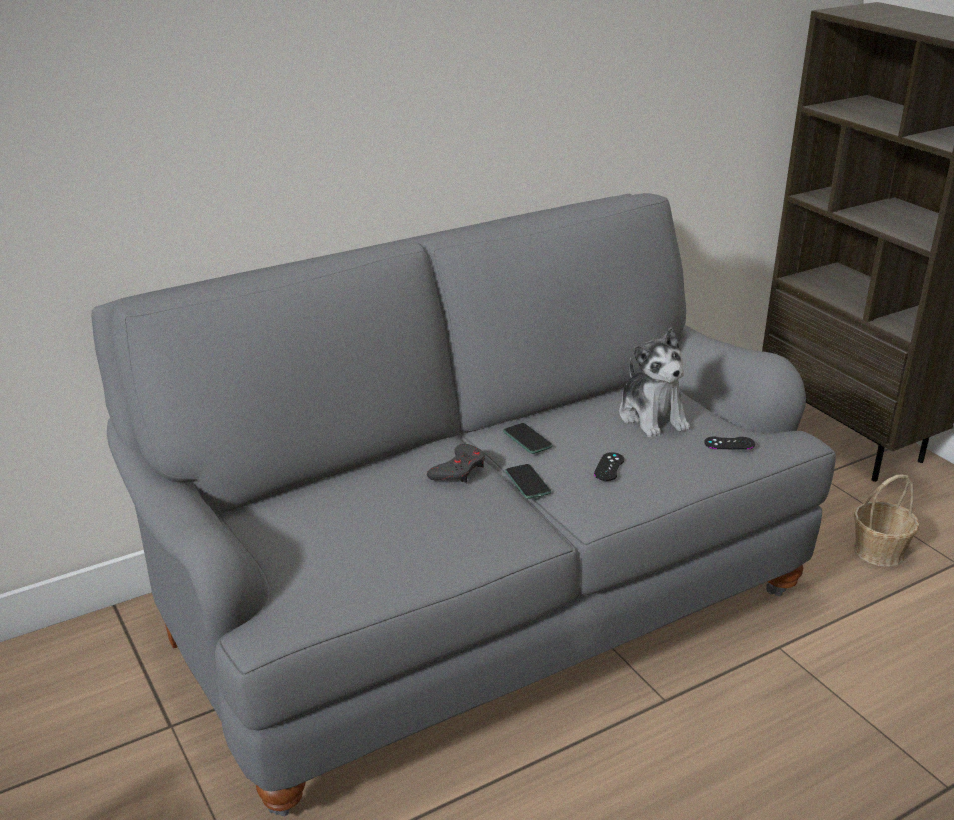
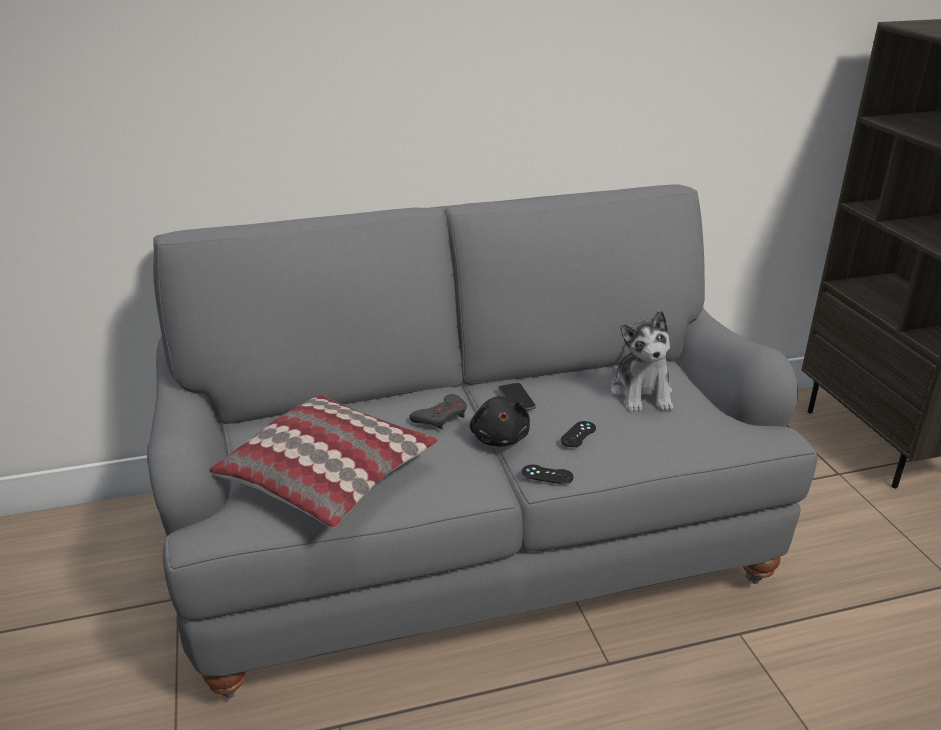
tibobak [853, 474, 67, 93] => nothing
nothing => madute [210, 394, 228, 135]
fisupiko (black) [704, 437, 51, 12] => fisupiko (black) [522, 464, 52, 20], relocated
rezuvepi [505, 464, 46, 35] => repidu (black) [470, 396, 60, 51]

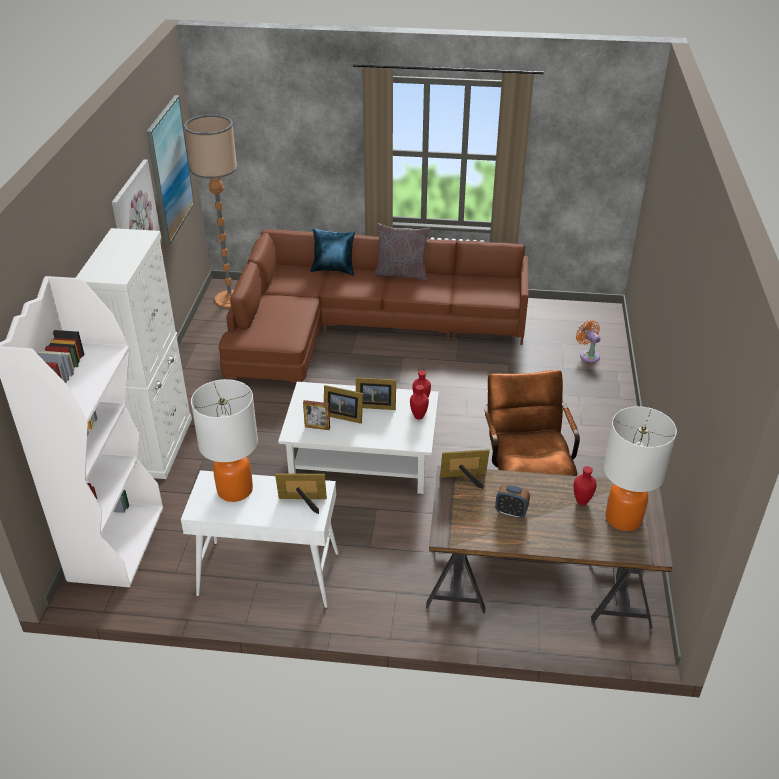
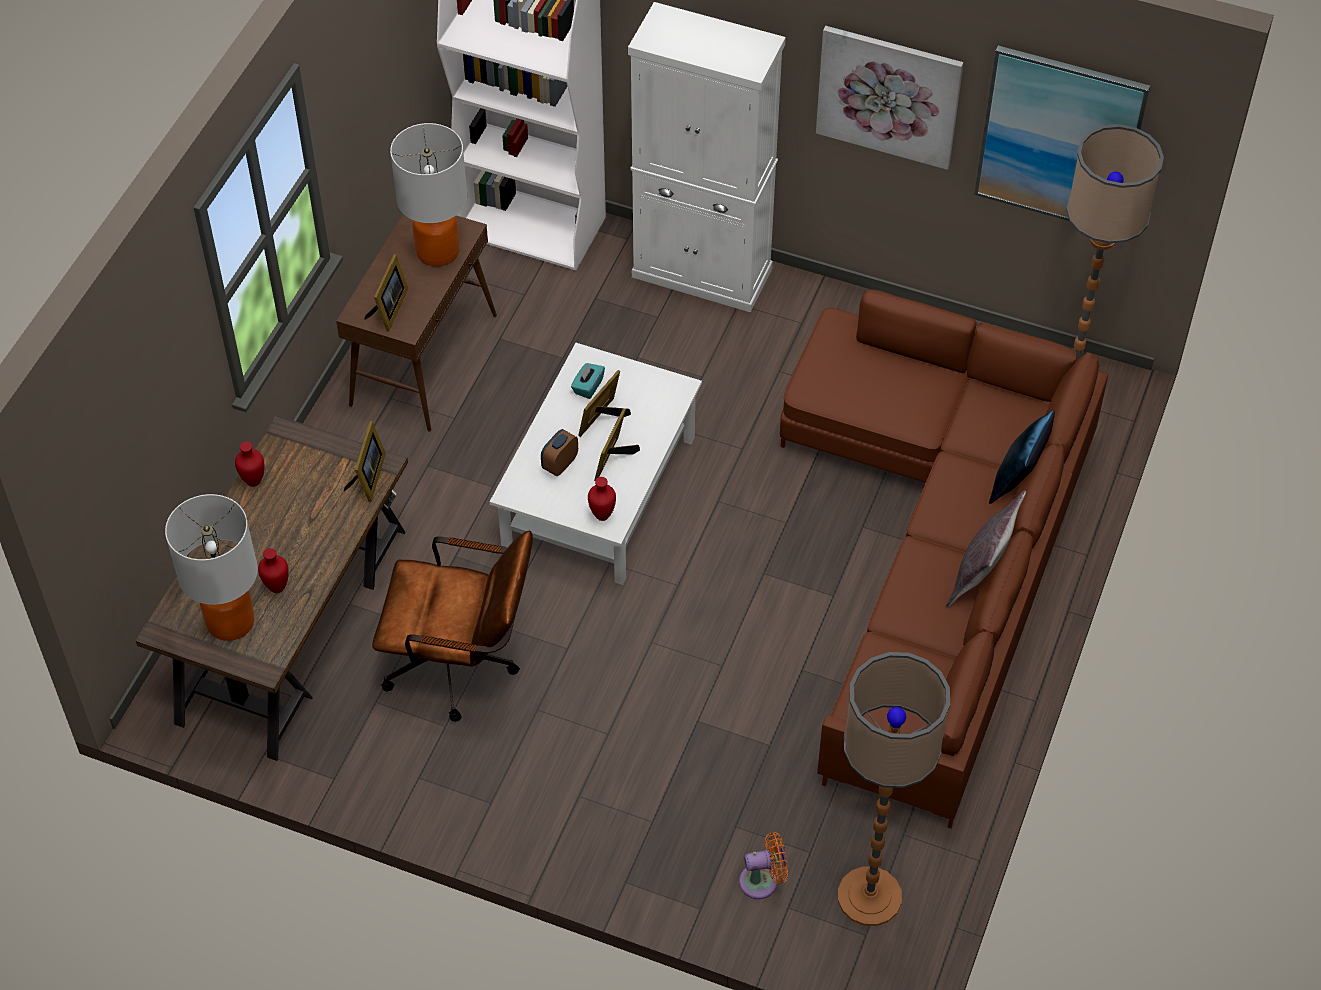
nothing => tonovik [838, 652, 112, 274]
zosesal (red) [410, 385, 19, 34] => zosesal (red) [235, 442, 30, 45], relocated
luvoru [495, 484, 35, 35] => luvoru [541, 429, 37, 47], relocated
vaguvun [303, 400, 27, 30] => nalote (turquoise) [571, 363, 34, 36]
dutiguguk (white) [181, 470, 158, 138] => dutiguguk (brown) [336, 214, 161, 217]

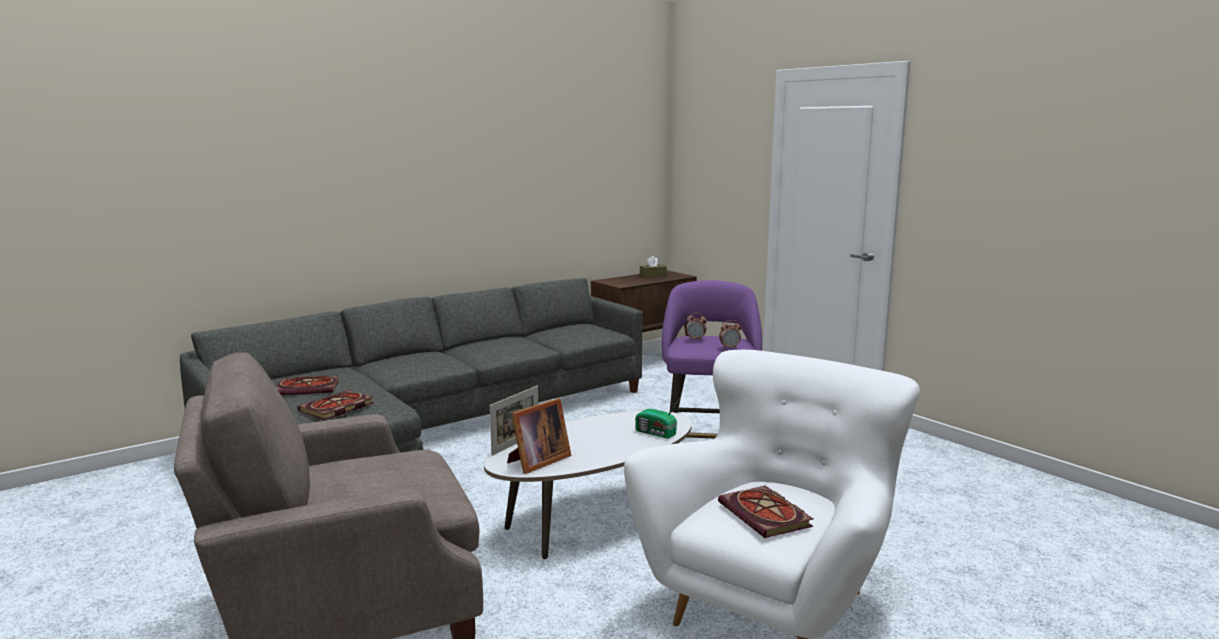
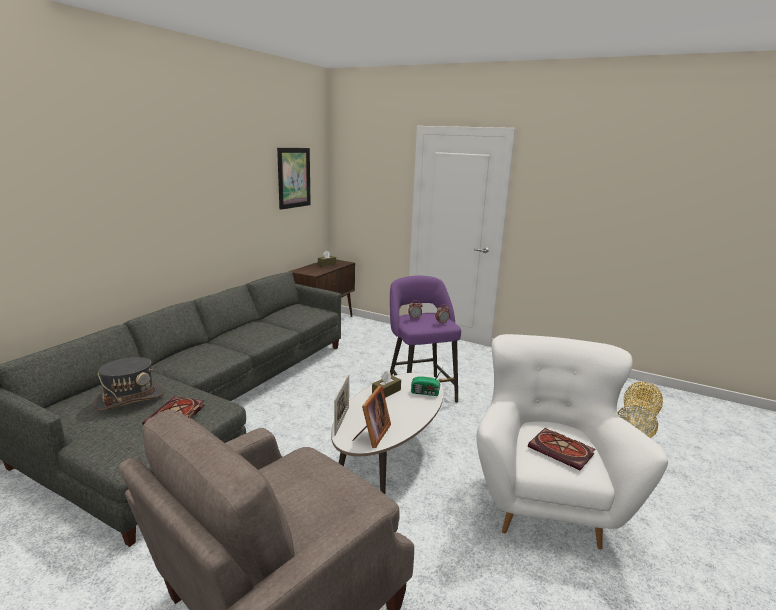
nothing => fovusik [277, 148, 34, 62]
nothing => nalote (brown) [372, 371, 29, 27]
nothing => tibobak [617, 382, 46, 56]
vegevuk [276, 376, 63, 19] => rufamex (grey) [94, 357, 71, 53]

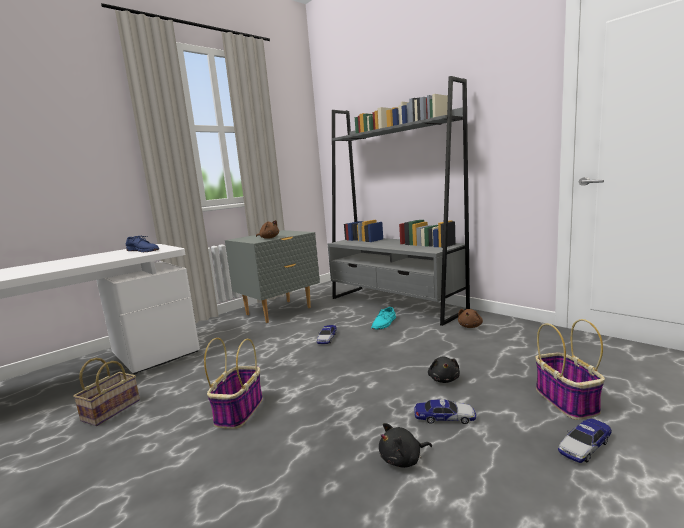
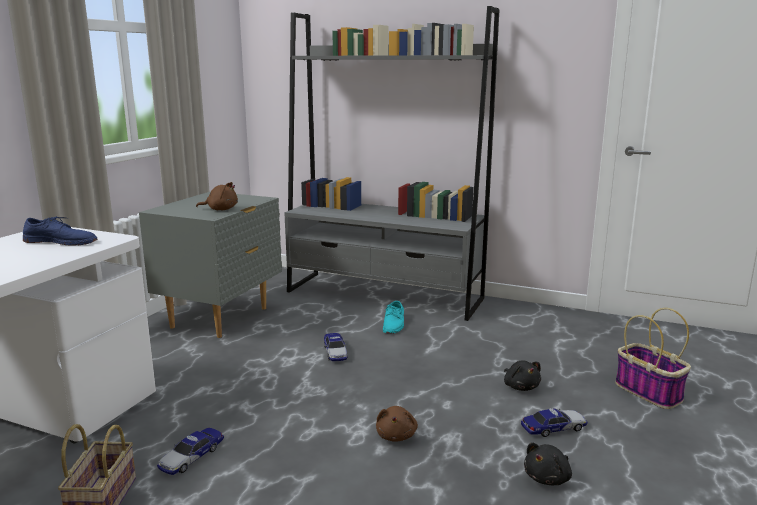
tibobak [204, 338, 59, 91] => nothing
repidu (brown) [458, 309, 25, 19] => repidu (brown) [376, 406, 42, 36], relocated
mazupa [558, 418, 54, 45] => mazupa [157, 428, 67, 47], relocated

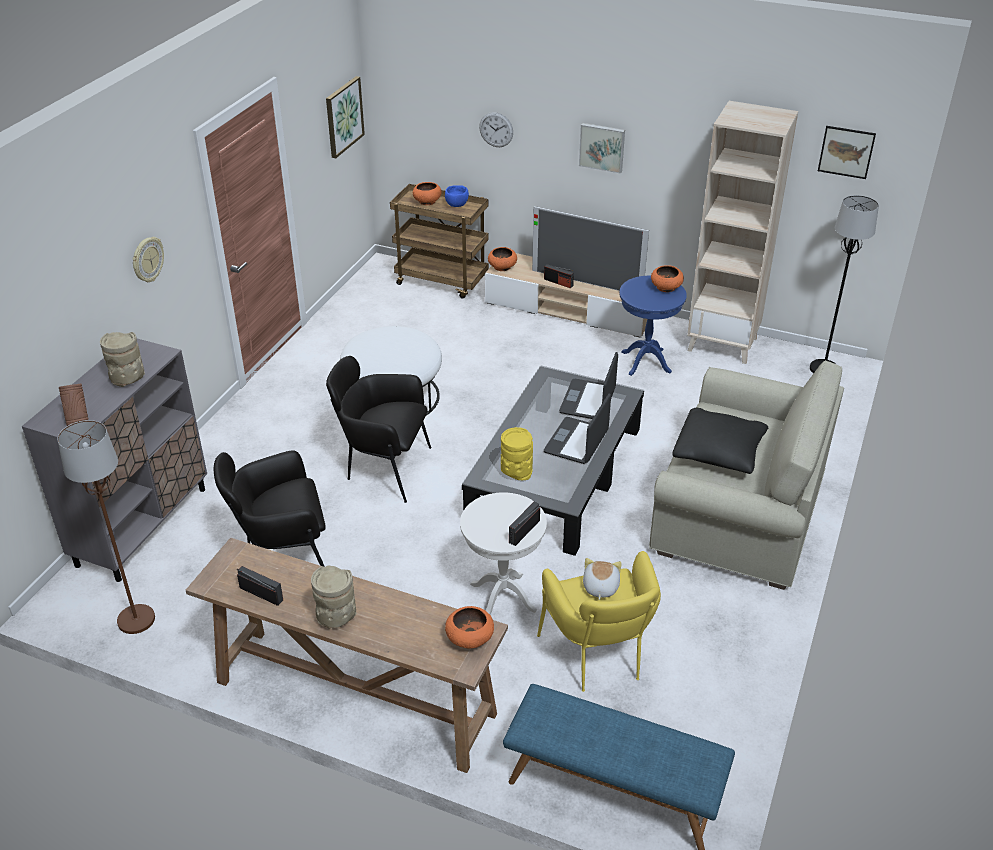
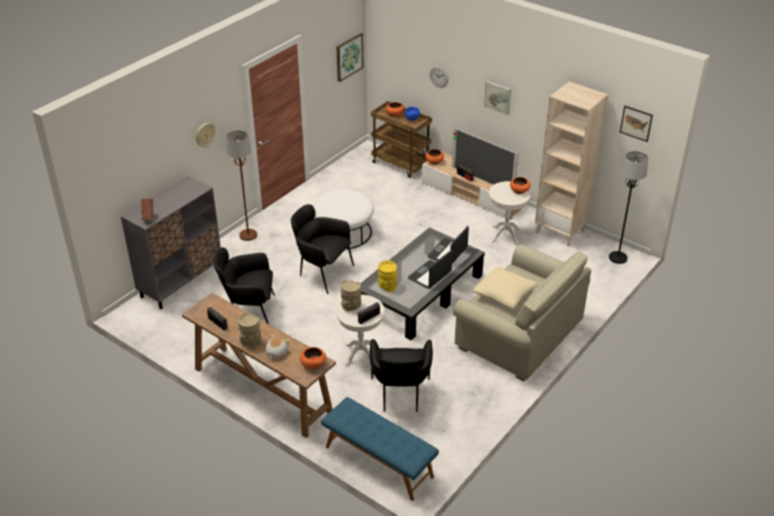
tonovik (brown) [58, 420, 97, 214] => tonovik (brown) [227, 130, 30, 111], relocated
zosesal (beige) [100, 332, 45, 55] => zosesal (beige) [341, 280, 20, 31], relocated
repidu [583, 558, 38, 42] => repidu [265, 334, 25, 24], relocated
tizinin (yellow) [537, 551, 124, 141] => tizinin (black) [370, 339, 63, 73]
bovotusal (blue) [619, 276, 68, 100] => bovotusal (white) [489, 181, 42, 64]
madute (black) [672, 408, 96, 66] => madute (beige) [473, 267, 64, 42]

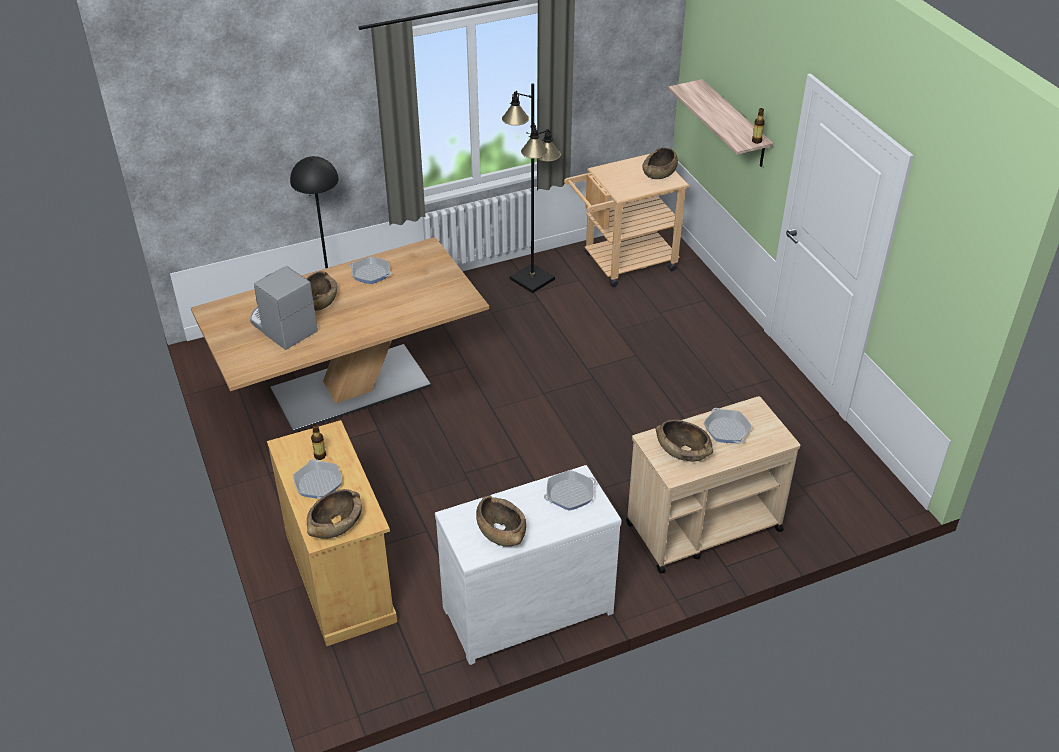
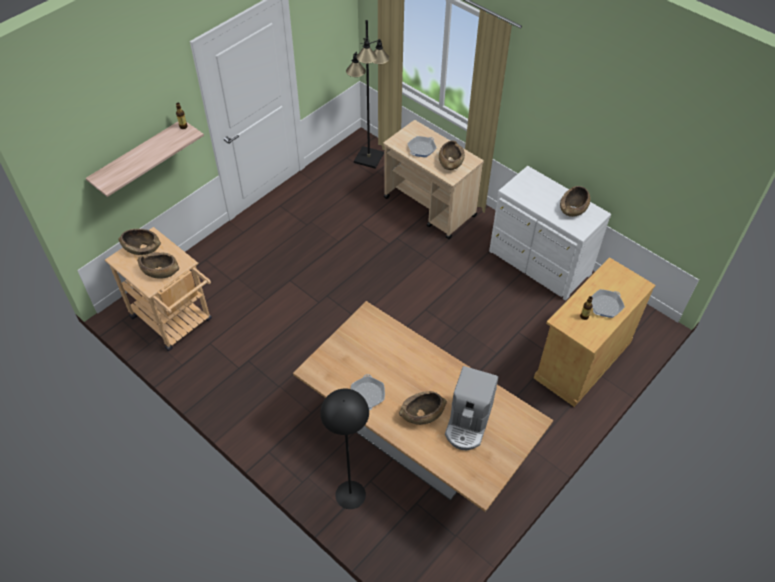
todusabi [544, 470, 52, 41] => nothing
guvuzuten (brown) [307, 489, 55, 50] => guvuzuten (brown) [137, 252, 42, 27], relocated
tonovik (black) [502, 83, 59, 210] => tonovik (black) [346, 20, 43, 149], relocated

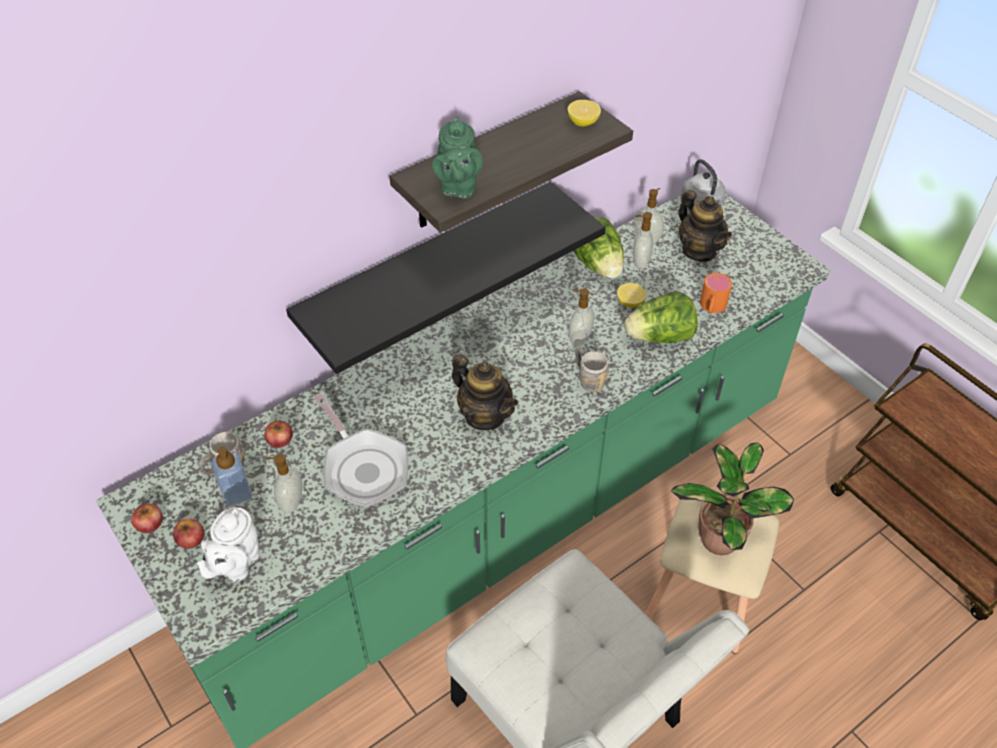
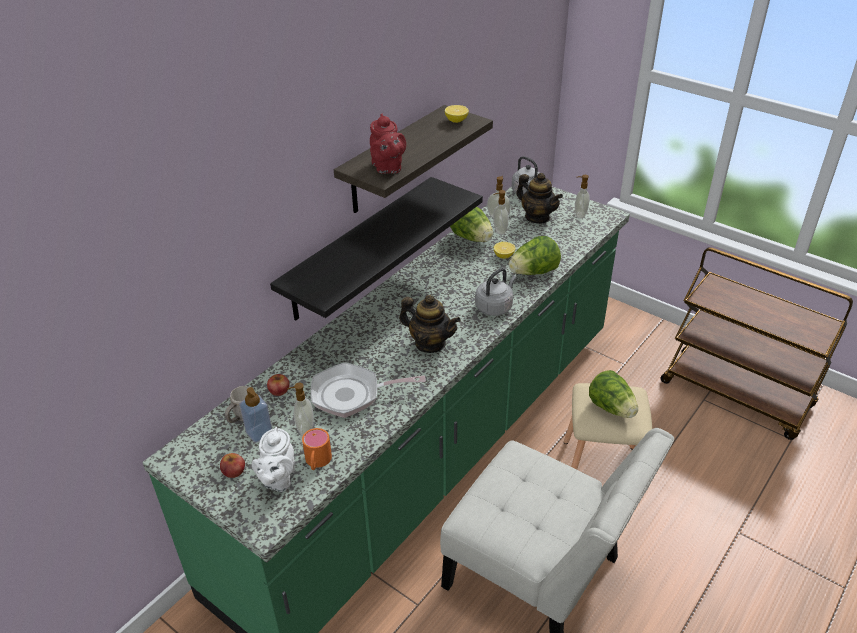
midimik [131, 504, 32, 29] => nothing
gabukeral [569, 288, 26, 58] => gabukeral [575, 175, 15, 44], relocated
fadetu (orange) [700, 273, 32, 41] => fadetu (orange) [302, 428, 30, 42], relocated
fadetu (grey) [575, 348, 34, 44] => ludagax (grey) [475, 268, 42, 48]
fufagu [671, 443, 123, 112] => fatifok [589, 370, 49, 48]
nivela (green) [432, 116, 51, 82] => nivela (red) [370, 114, 36, 60]
todusabi [313, 393, 95, 114] => todusabi [311, 362, 115, 56], 135 degrees clockwise

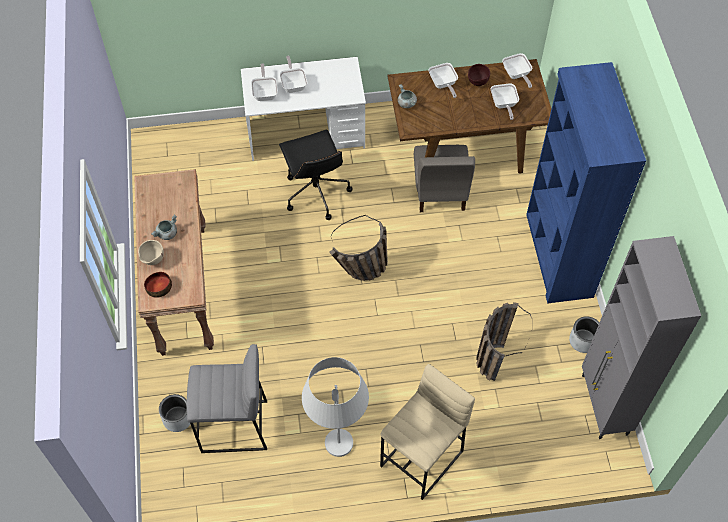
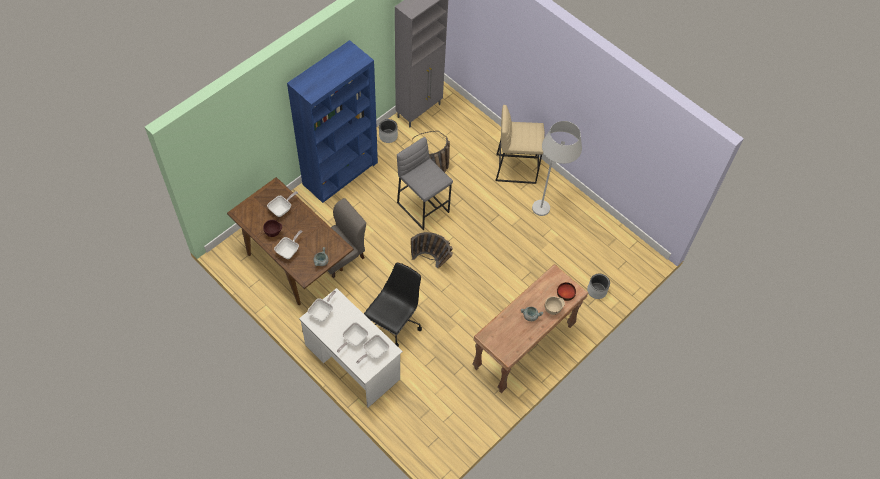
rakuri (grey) [186, 344, 81, 109] => rakuri (grey) [397, 137, 56, 93], relocated
todusabi [502, 53, 30, 35] => todusabi [308, 291, 28, 31], relocated

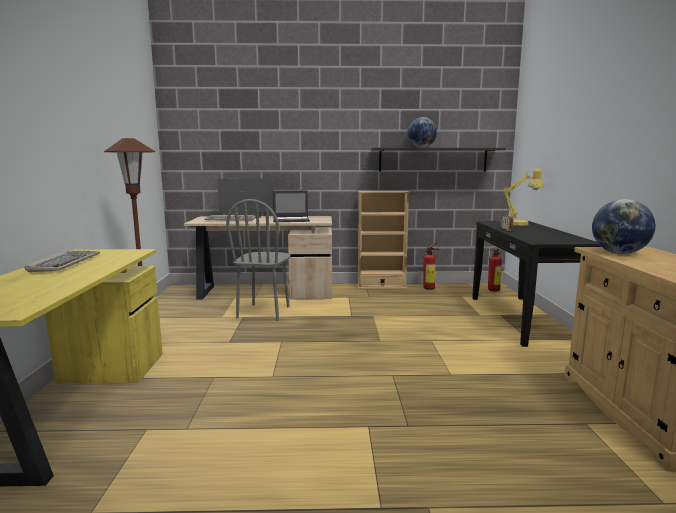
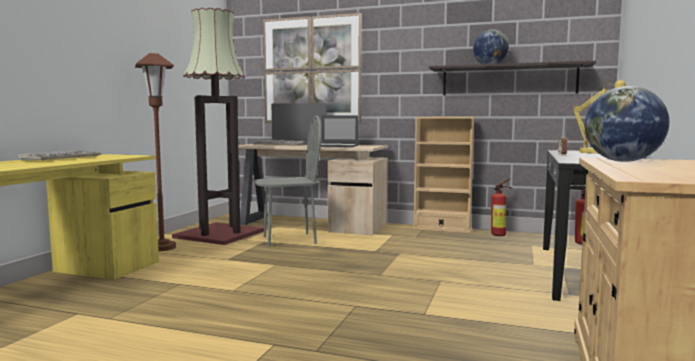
nothing => tonovik [172, 8, 92, 237]
nothing => fovusik [263, 13, 99, 110]
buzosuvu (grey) [226, 199, 64, 122] => buzosuvu (grey) [255, 115, 67, 132], 135 degrees counterclockwise

